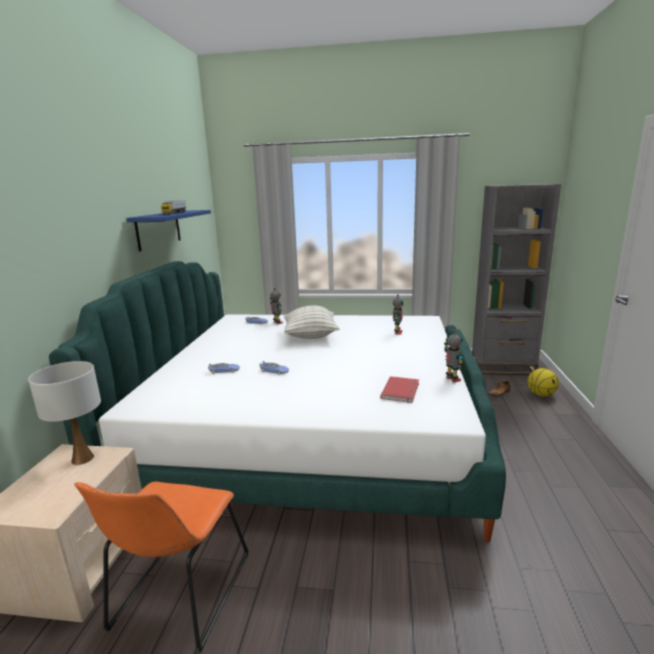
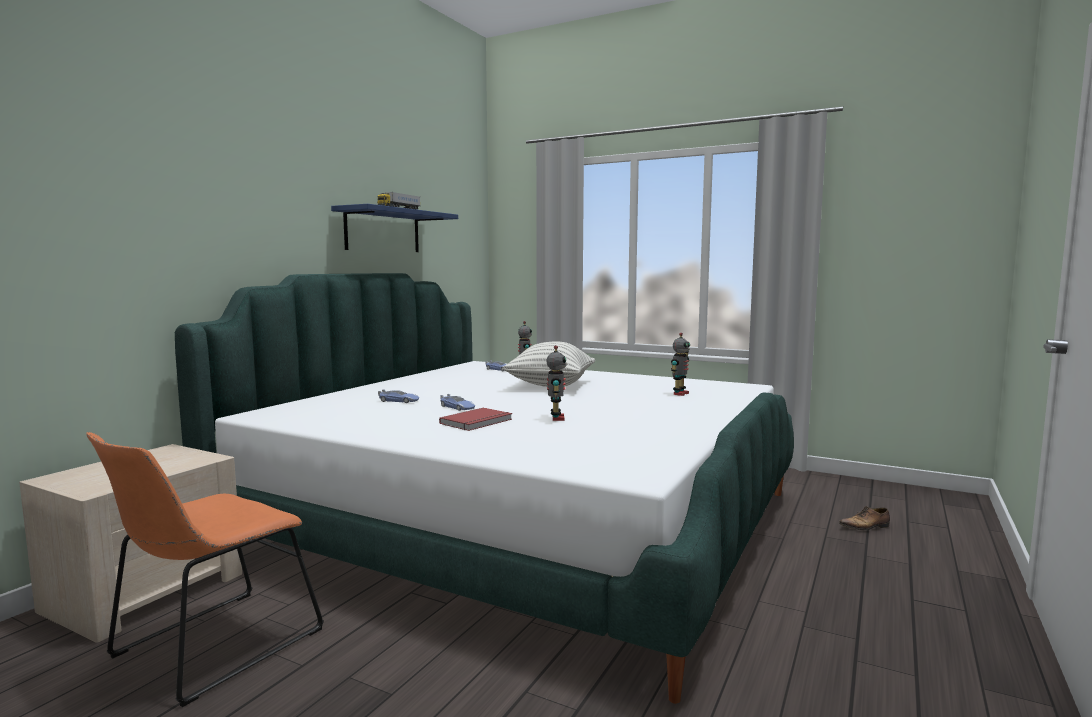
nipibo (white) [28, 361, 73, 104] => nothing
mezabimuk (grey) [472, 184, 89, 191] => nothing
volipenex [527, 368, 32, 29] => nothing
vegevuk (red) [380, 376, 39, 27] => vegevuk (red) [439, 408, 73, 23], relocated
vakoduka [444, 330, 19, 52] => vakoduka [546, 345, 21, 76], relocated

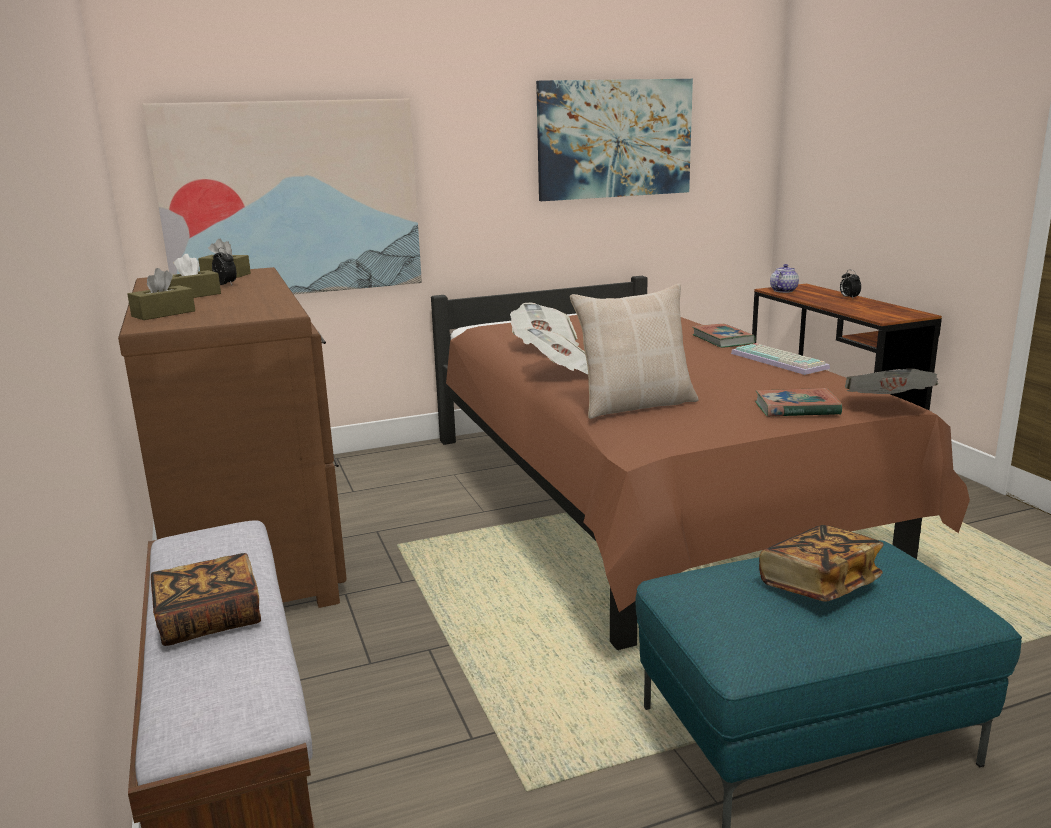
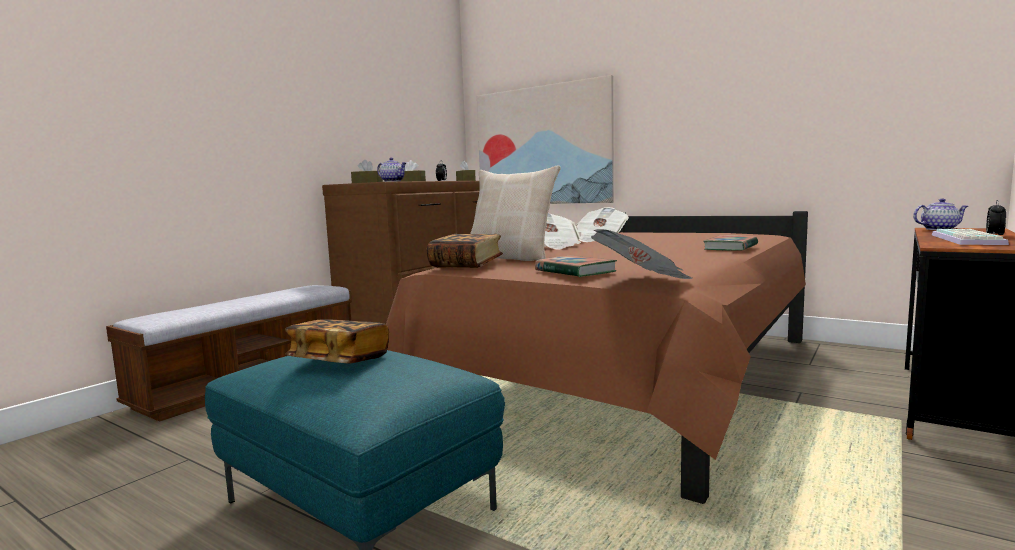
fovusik [536, 79, 157, 122] => nothing
nothing => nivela [377, 158, 29, 24]
vegevuk [151, 553, 110, 93] => vegevuk [427, 234, 76, 34], relocated
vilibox [731, 343, 99, 32] => vilibox [932, 229, 77, 16], relocated

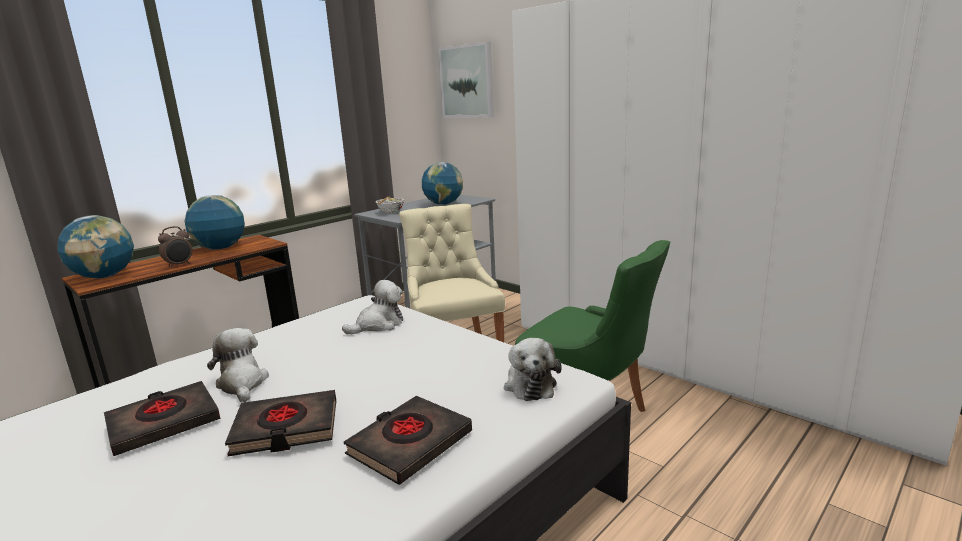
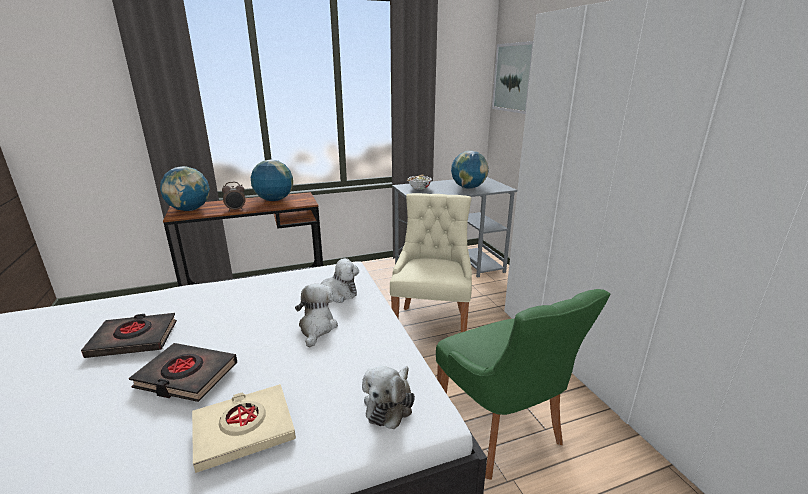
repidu [207, 328, 62, 74] => repidu [295, 284, 43, 64], relocated
vegevuk (black) [344, 396, 128, 89] => vegevuk (beige) [192, 384, 104, 89]

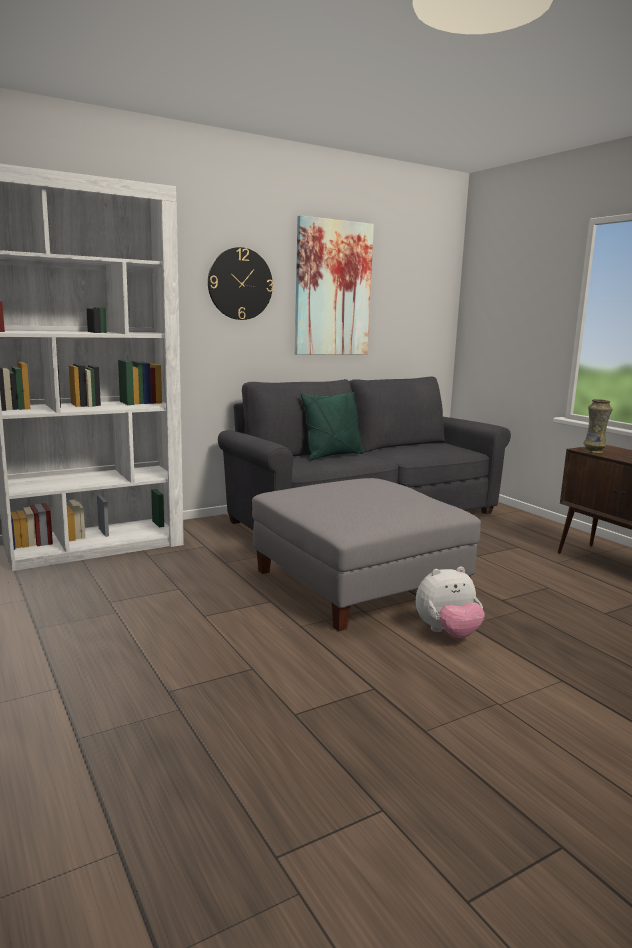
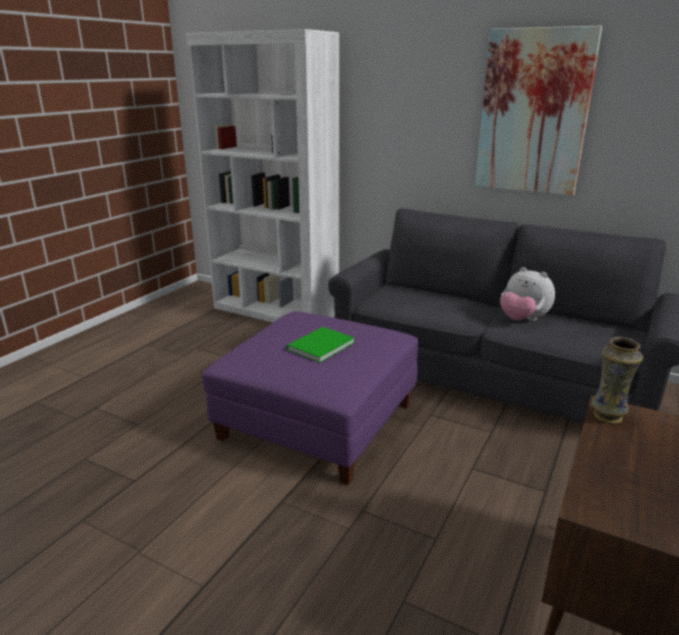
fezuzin [208, 247, 65, 73] => nothing
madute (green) [301, 392, 63, 68] => nothing
nothing => vegevuk (green) [286, 327, 69, 36]
repidu [416, 567, 69, 71] => repidu [500, 267, 55, 54], relocated
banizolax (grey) [252, 478, 229, 153] => banizolax (purple) [202, 311, 216, 174]

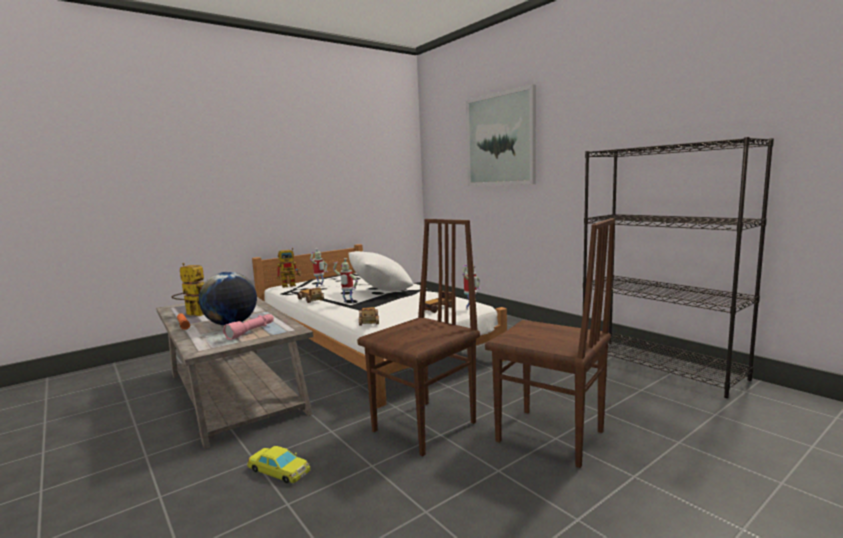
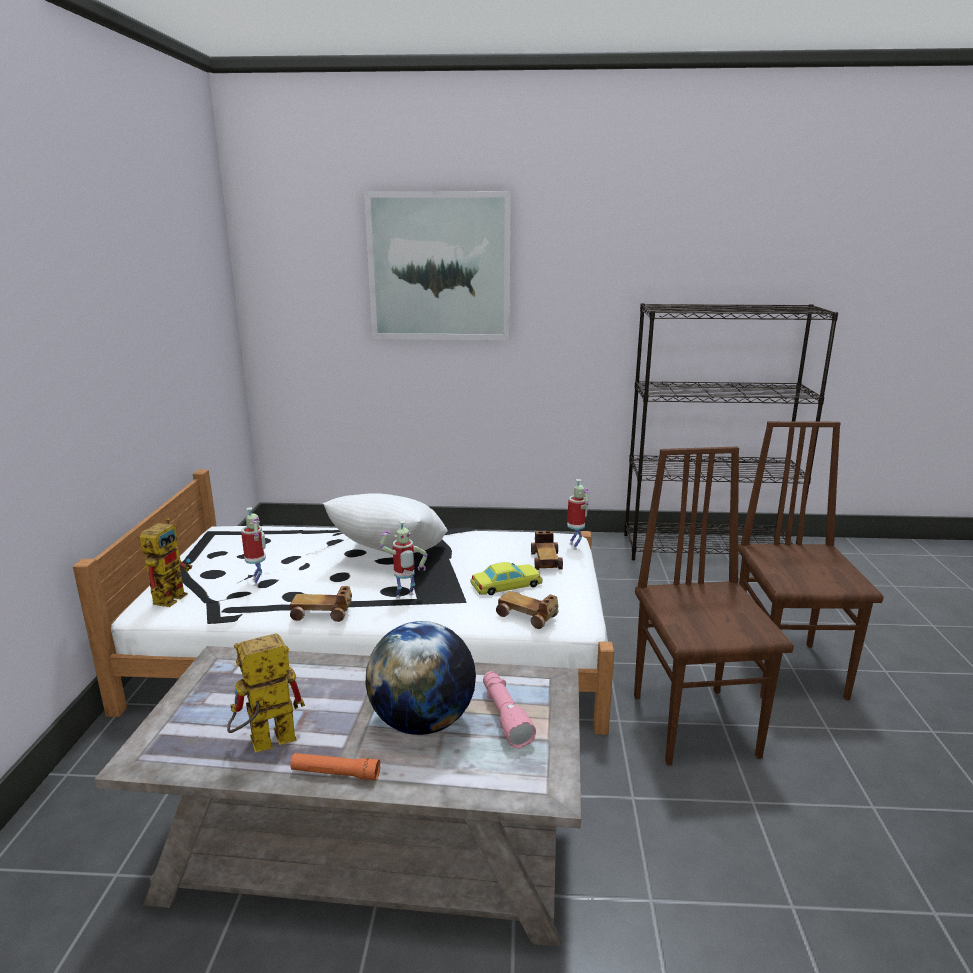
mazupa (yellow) [247, 446, 64, 37] => mazupa (yellow) [470, 562, 73, 33], relocated
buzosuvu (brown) [485, 218, 130, 250] => buzosuvu (brown) [738, 421, 146, 279], 75 degrees counterclockwise

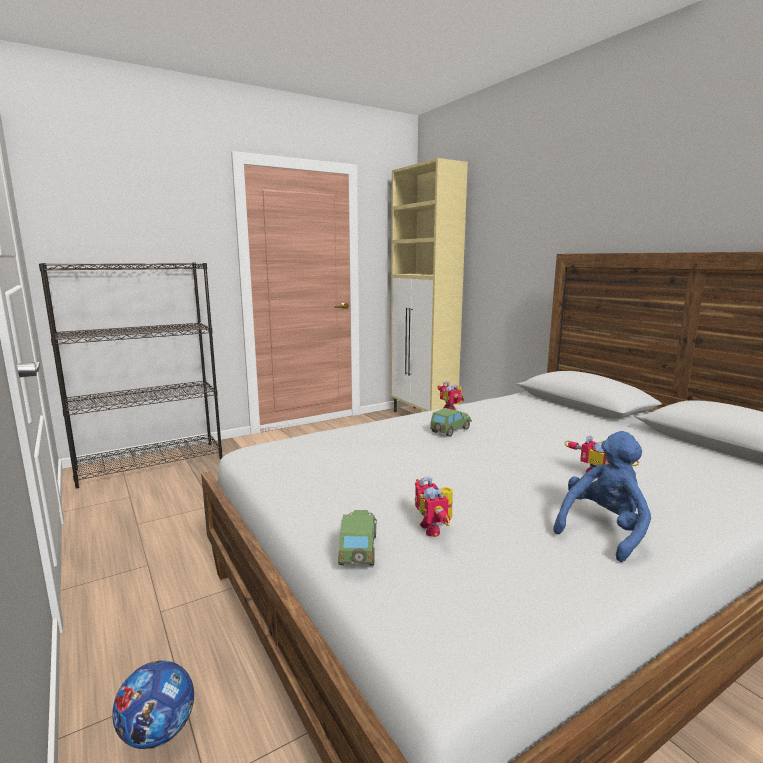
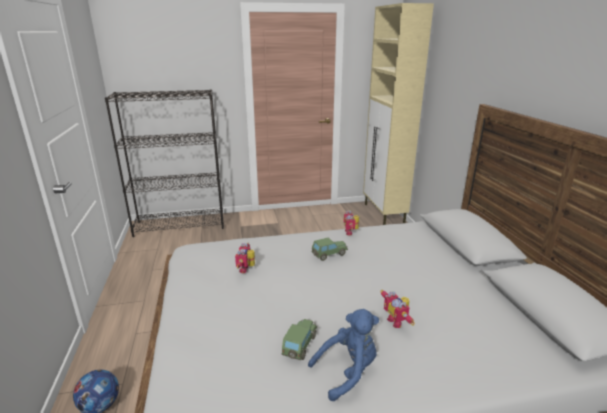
mazupa [338, 510, 39, 56] => mazupa [281, 319, 37, 41], relocated
vakoduka [415, 477, 38, 60] => vakoduka [235, 243, 20, 30], relocated

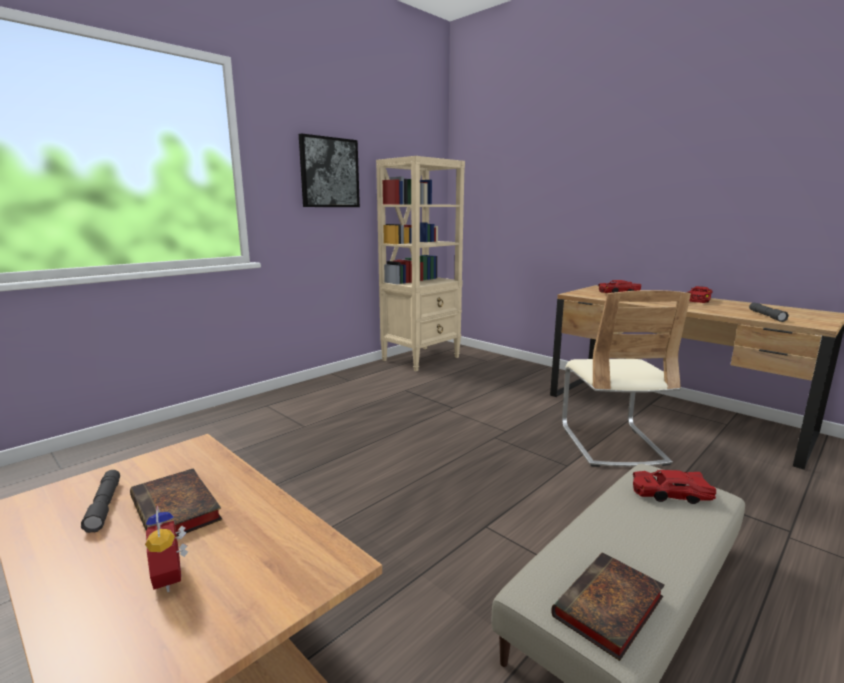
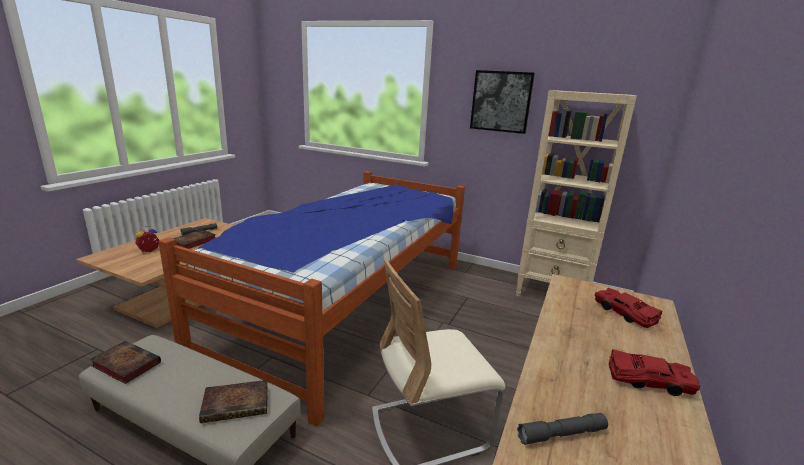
nothing => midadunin [158, 171, 307, 256]
mazupa (red) [633, 469, 83, 35] => vegevuk [199, 380, 69, 43]

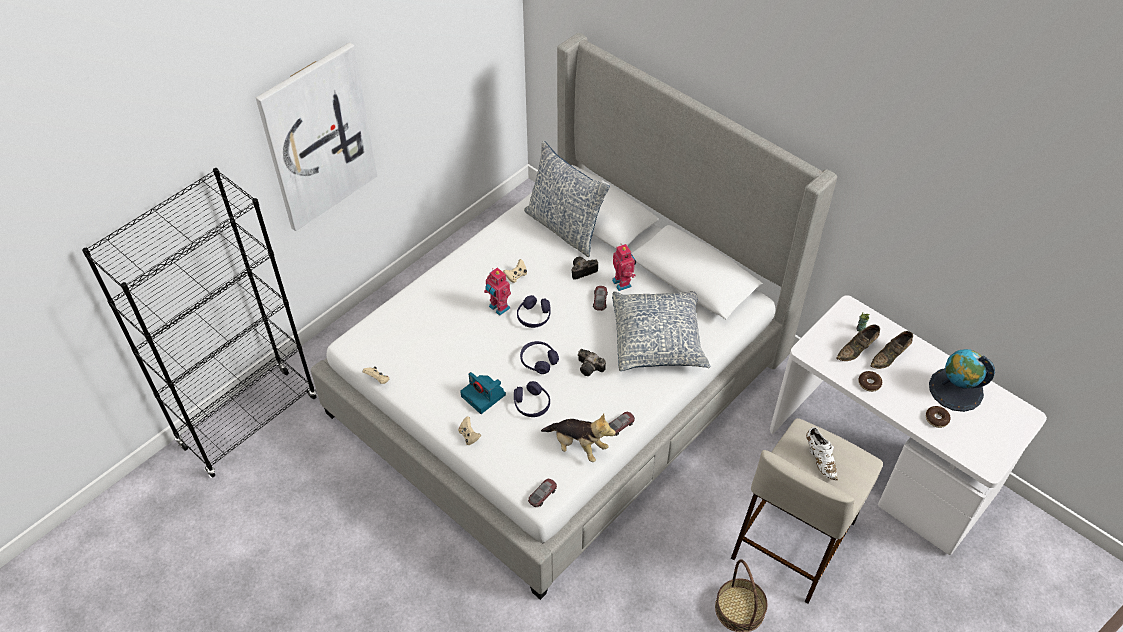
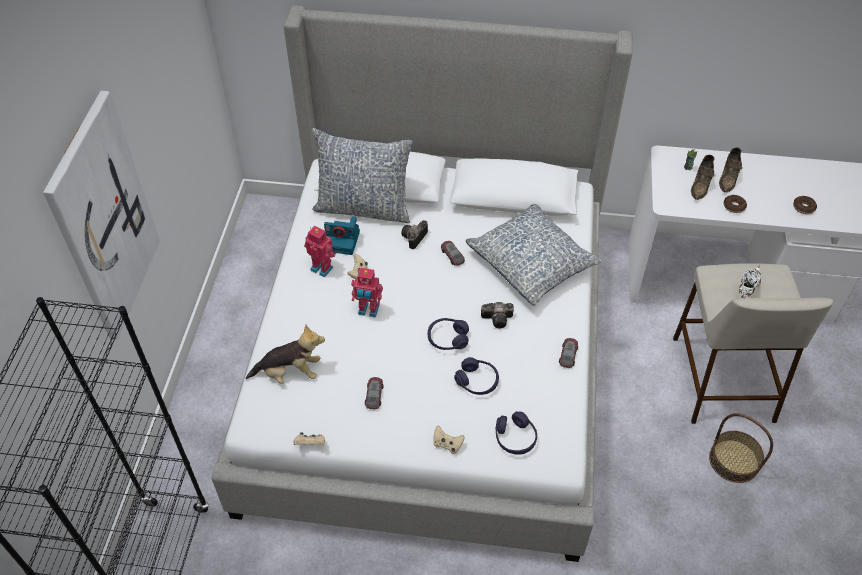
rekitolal [929, 349, 66, 63] => nothing
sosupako [460, 372, 46, 42] => sosupako [324, 216, 36, 39], relocated
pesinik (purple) [517, 295, 34, 33] => pesinik (purple) [496, 412, 41, 43], relocated
mazupa [528, 479, 29, 28] => mazupa [365, 377, 19, 32], relocated
repidu [541, 413, 75, 49] => repidu [246, 324, 79, 60], relocated
vakoduka [612, 243, 24, 48] => vakoduka [304, 226, 32, 52], relocated
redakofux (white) [806, 427, 32, 53] => redakofux (white) [739, 265, 22, 33], 90 degrees counterclockwise

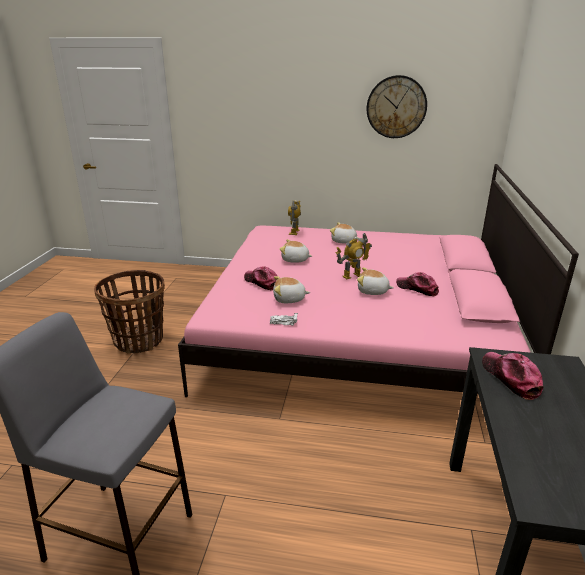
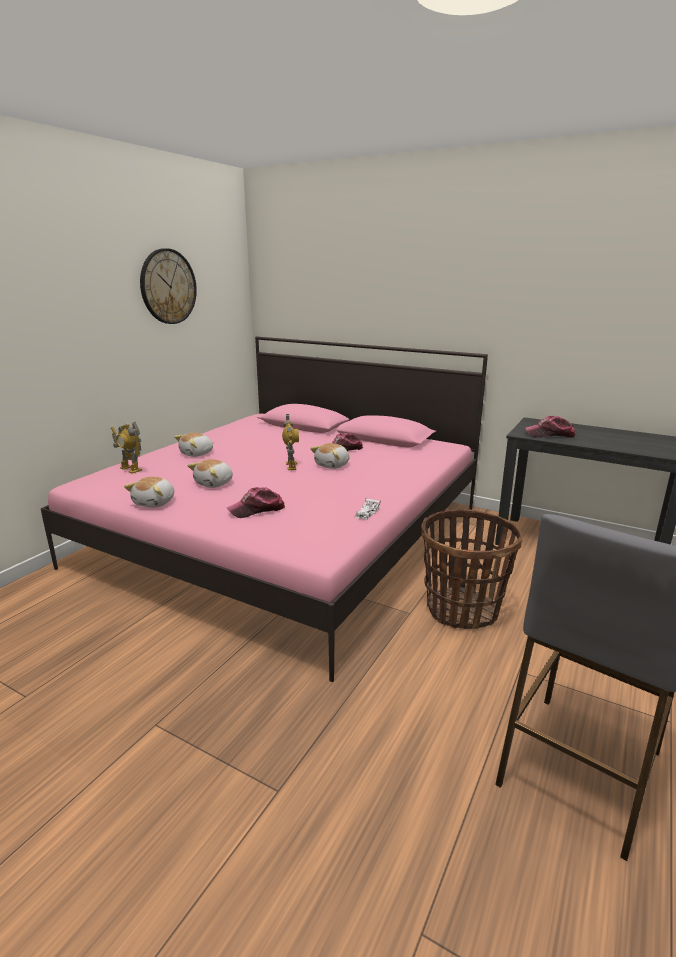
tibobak [94, 270, 71, 84] => tibobak [421, 509, 102, 120], relocated
repidu [273, 276, 37, 27] => repidu [124, 477, 50, 30], relocated

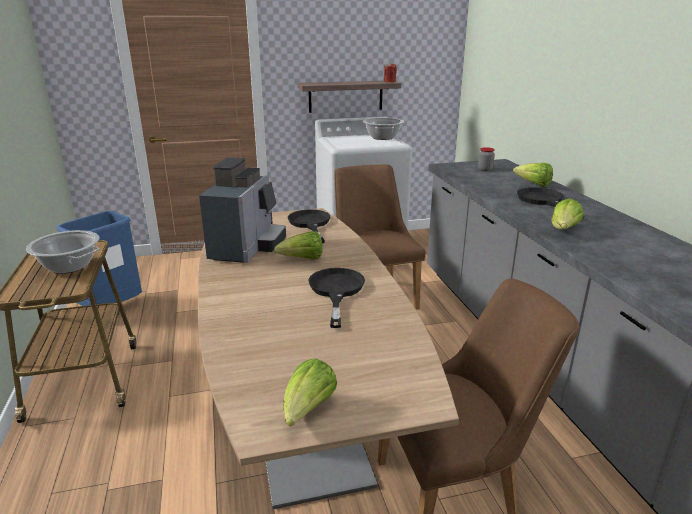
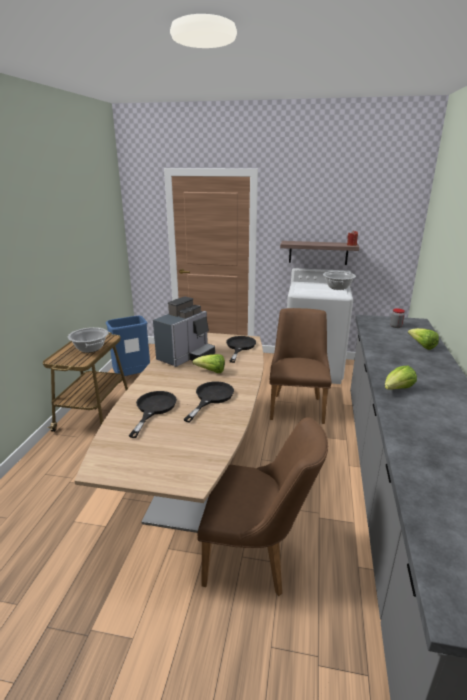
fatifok [283, 358, 54, 68] => nothing
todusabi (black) [517, 187, 68, 32] => todusabi (black) [129, 391, 48, 47], relocated

